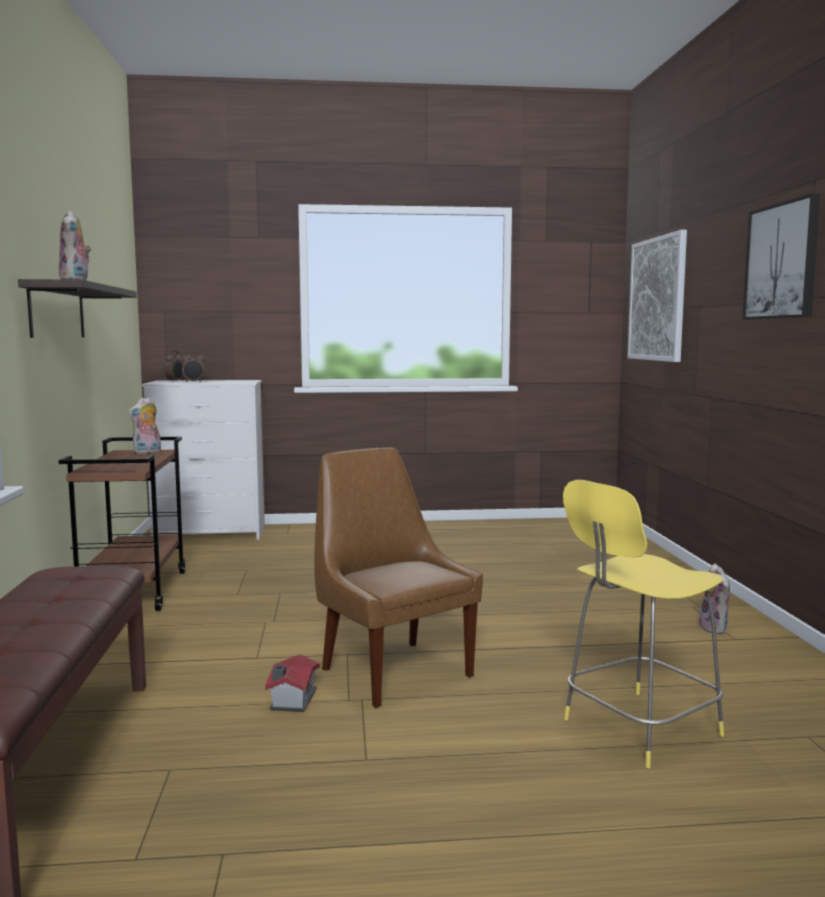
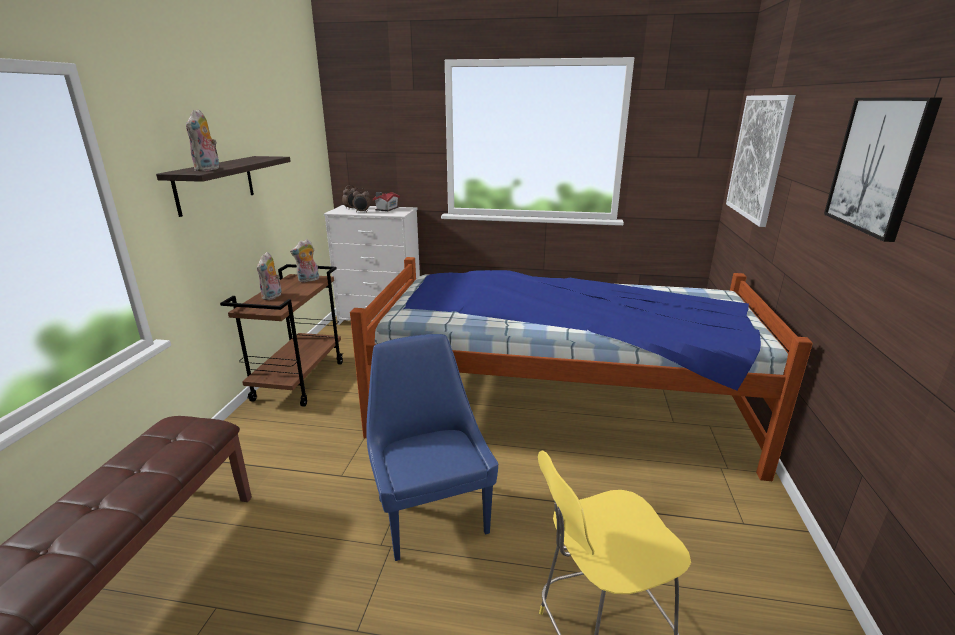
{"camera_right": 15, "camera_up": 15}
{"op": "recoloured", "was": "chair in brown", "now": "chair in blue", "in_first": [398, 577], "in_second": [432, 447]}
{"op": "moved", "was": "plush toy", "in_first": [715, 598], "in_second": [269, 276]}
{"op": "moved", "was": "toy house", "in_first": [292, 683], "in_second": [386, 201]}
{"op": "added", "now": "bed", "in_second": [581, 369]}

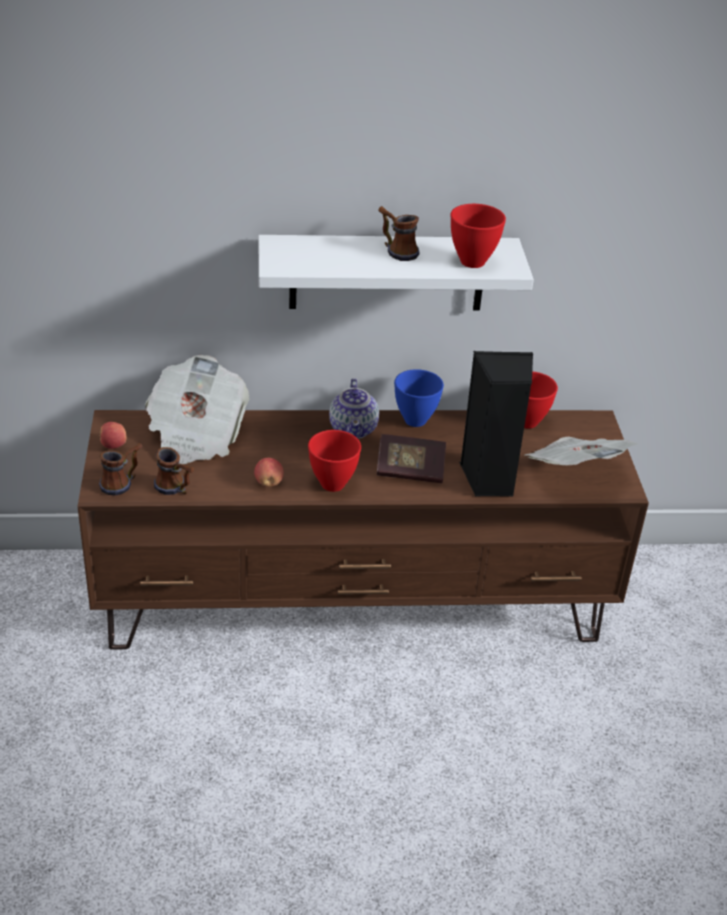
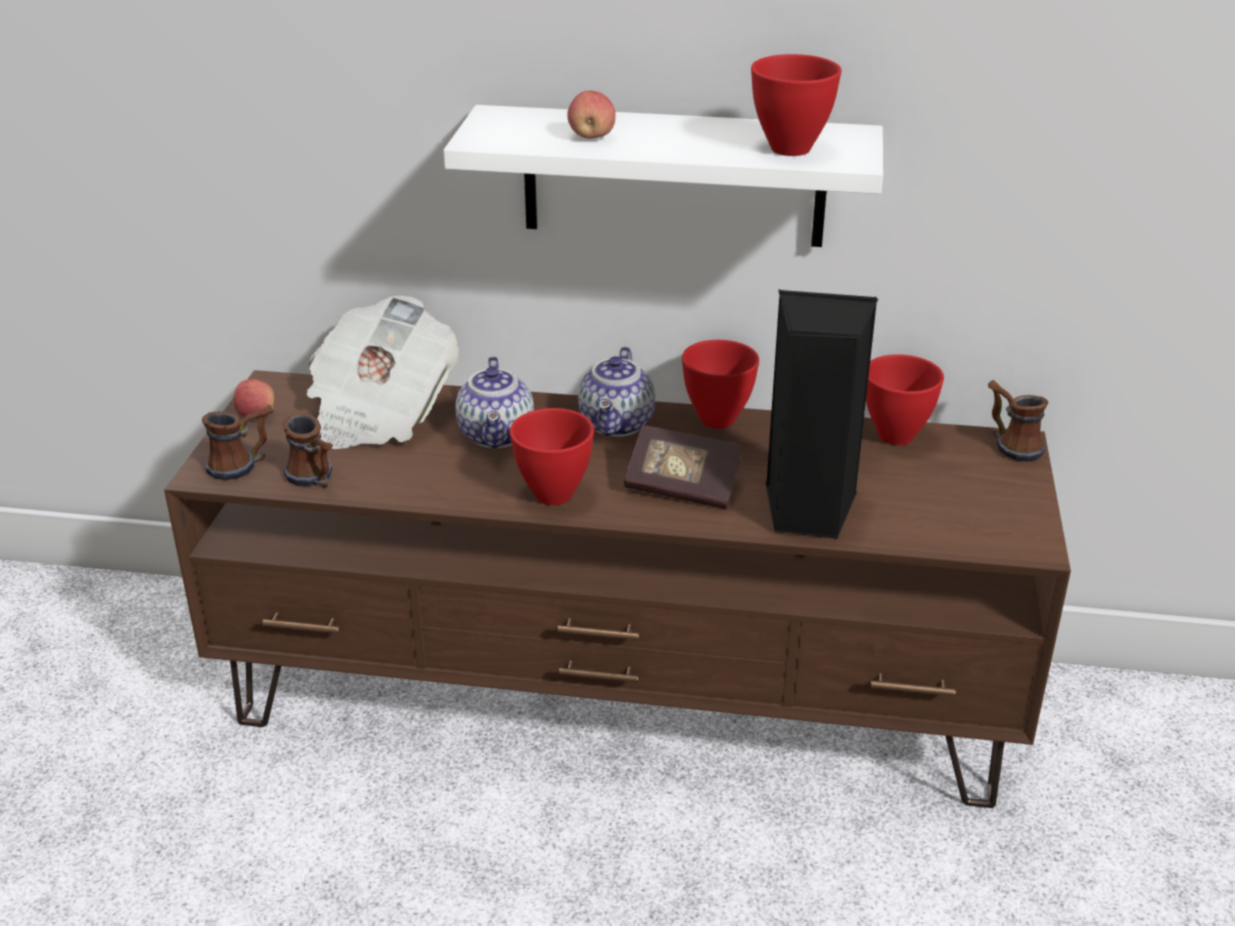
{"camera_right": 15, "camera_up": -5}
{"op": "moved", "was": "mug", "in_first": [399, 233], "in_second": [1018, 420]}
{"op": "recoloured", "was": "bowl in blue", "now": "bowl in red", "in_first": [419, 398], "in_second": [720, 384]}
{"op": "removed", "was": "newspaper", "in_first": [582, 450]}
{"op": "moved", "was": "apple", "in_first": [269, 472], "in_second": [591, 115]}
{"op": "added", "now": "teapot", "in_second": [495, 402]}

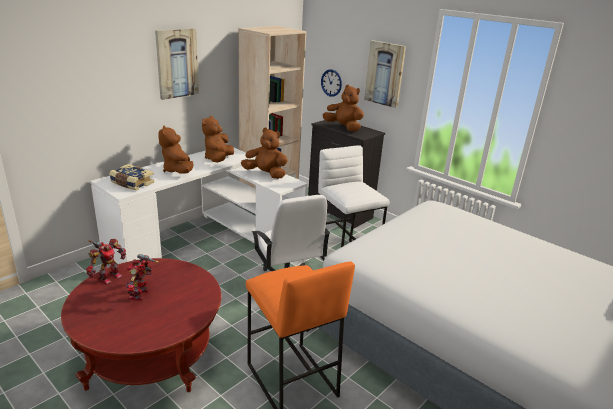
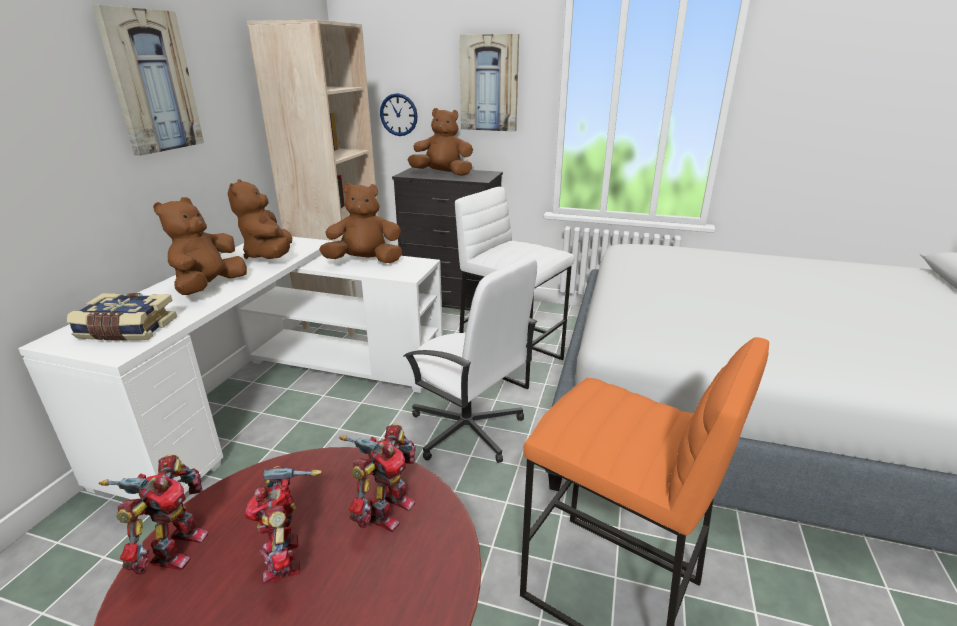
{"camera_right": -25, "camera_up": 0}
{"op": "turned", "was": "plush toy in brown", "in_first": [176, 149], "in_second": [200, 246], "clockwise": 60}
{"op": "added", "now": "toy robot", "in_second": [377, 478]}

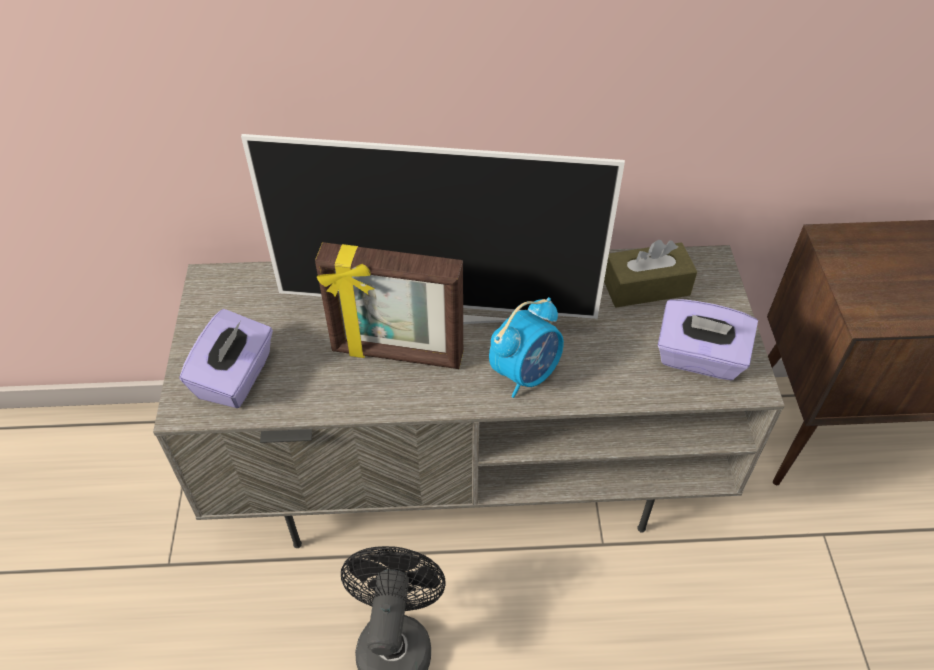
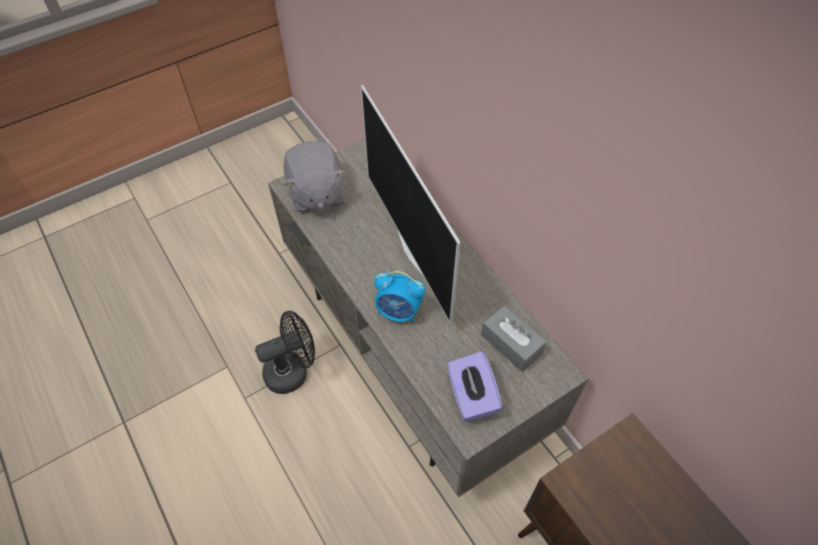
{"camera_right": 60, "camera_up": 5}
{"op": "recoloured", "was": "tissue box in brown", "now": "tissue box in grey", "in_first": [650, 273], "in_second": [513, 339]}
{"op": "removed", "was": "picture frame", "in_first": [389, 305]}
{"op": "replaced", "was": "tissue box in purple", "now": "plush toy in grey", "in_first": [226, 358], "in_second": [315, 177]}

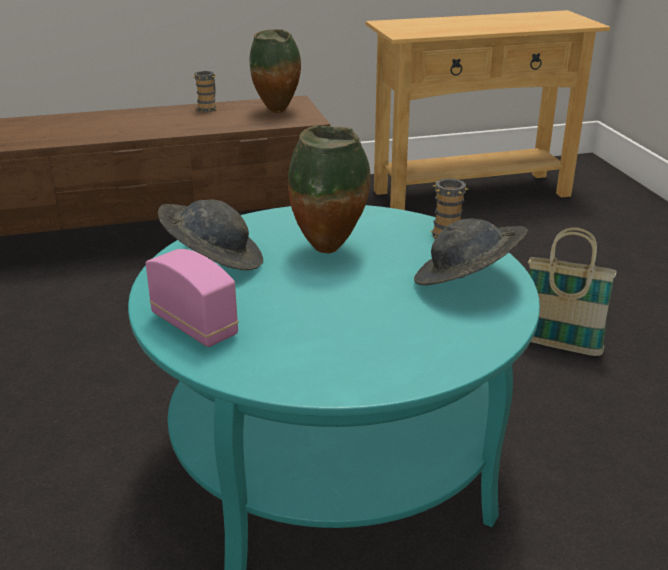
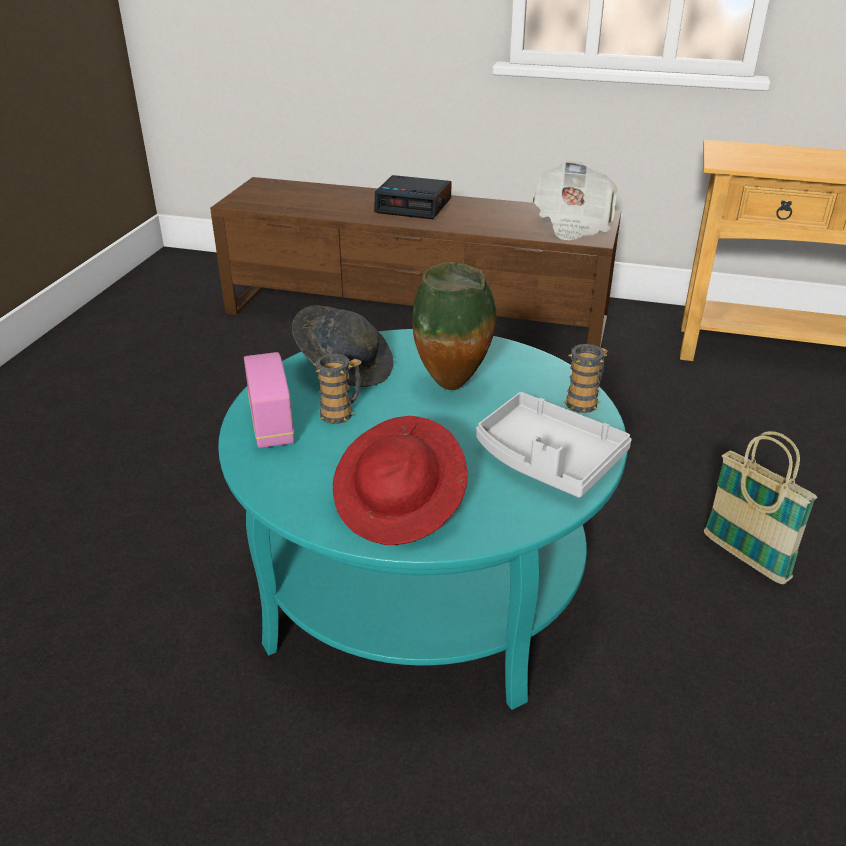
{"camera_right": 30, "camera_up": 5}
{"op": "replaced", "was": "vase", "now": "newspaper", "in_first": [275, 71], "in_second": [575, 200]}
{"op": "moved", "was": "mug", "in_first": [206, 91], "in_second": [337, 389]}
{"op": "replaced", "was": "hat in grey", "now": "tray in grey", "in_first": [471, 251], "in_second": [554, 445]}
{"op": "added", "now": "alarm clock", "in_second": [413, 197]}
{"op": "added", "now": "hat in red", "in_second": [400, 480]}

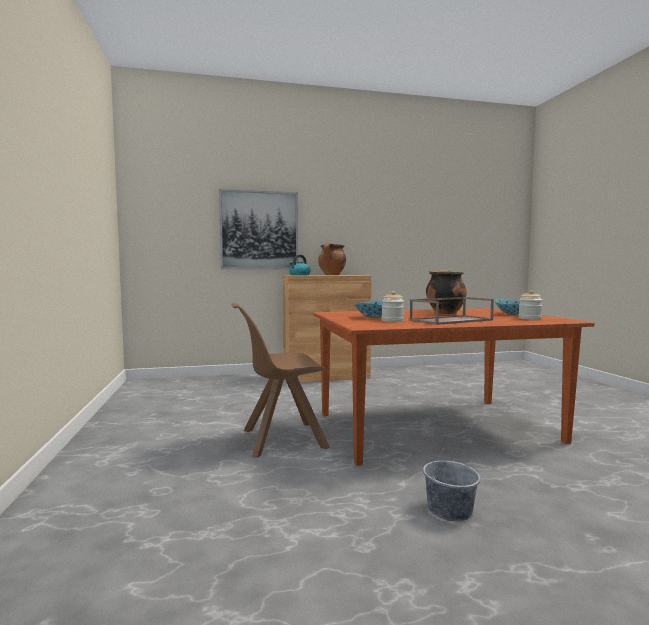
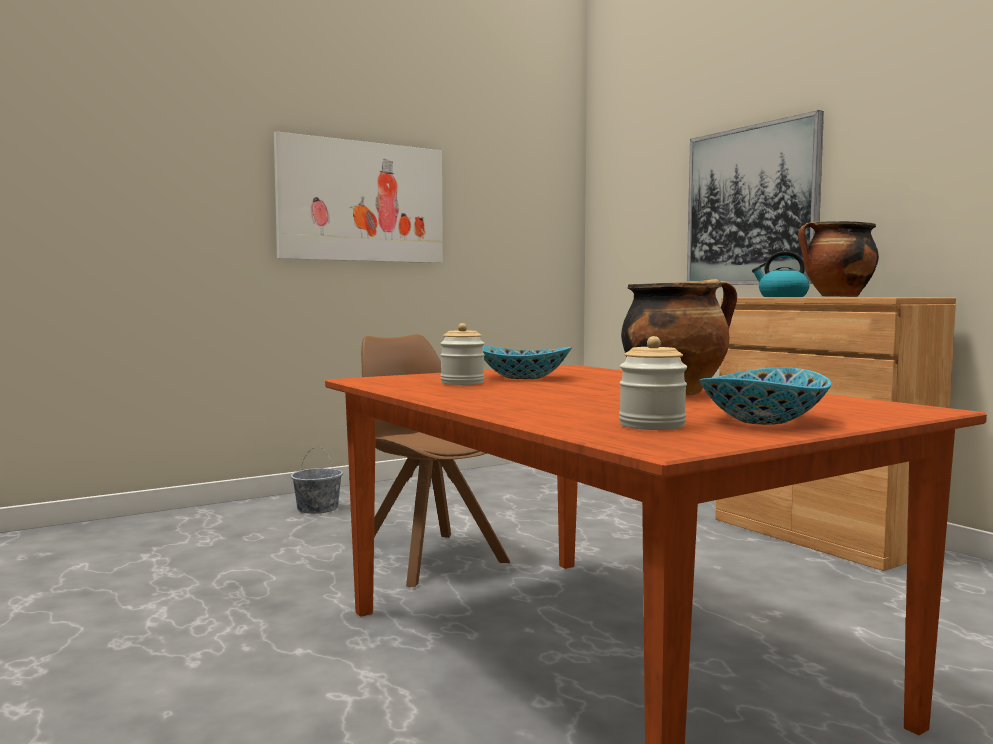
{"camera_right": 70, "camera_up": 0}
{"op": "removed", "was": "tray in brown", "in_first": [451, 311]}
{"op": "moved", "was": "bucket in grey", "in_first": [451, 482], "in_second": [317, 480]}
{"op": "added", "now": "picture", "in_second": [358, 197]}

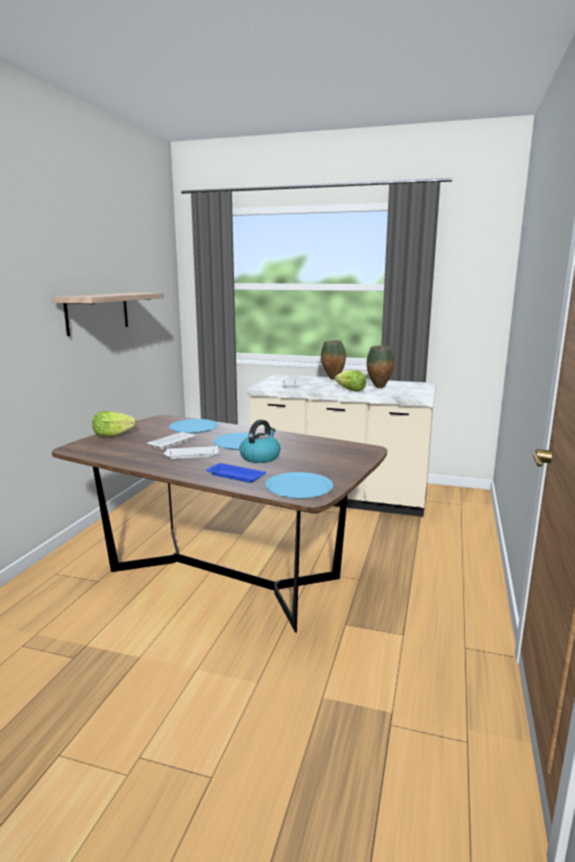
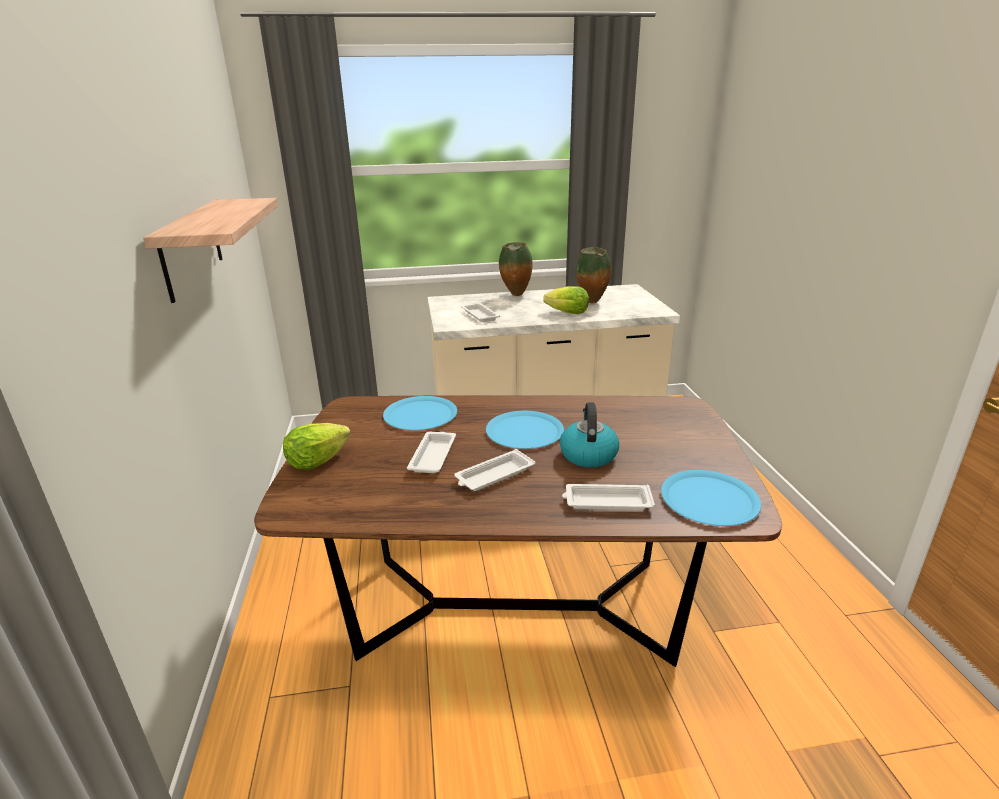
{"camera_right": -25, "camera_up": 10}
{"op": "recoloured", "was": "tray in blue", "now": "tray in white", "in_first": [236, 473], "in_second": [608, 497]}

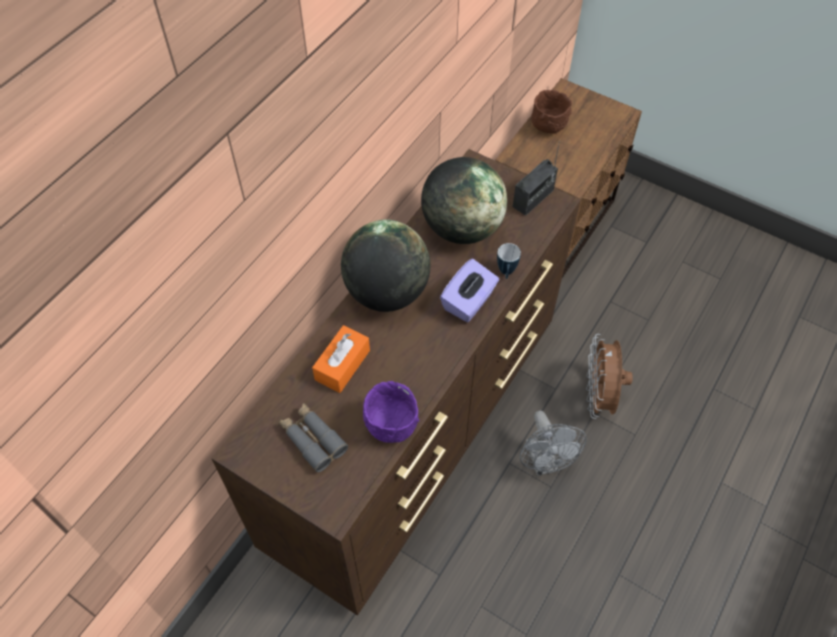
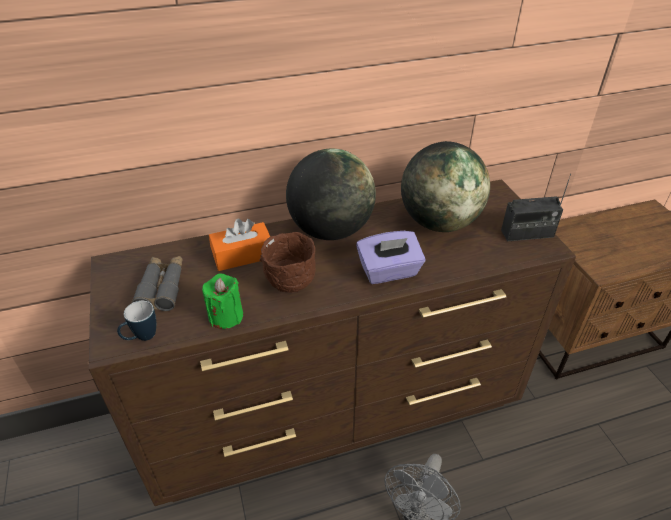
{"camera_right": 40, "camera_up": -15}
{"op": "moved", "was": "bowl in brown", "in_first": [551, 112], "in_second": [288, 262]}
{"op": "moved", "was": "mug", "in_first": [509, 261], "in_second": [136, 321]}
{"op": "removed", "was": "fan in brown", "in_first": [609, 376]}
{"op": "replaced", "was": "bowl in purple", "now": "candle in green", "in_first": [391, 412], "in_second": [222, 301]}

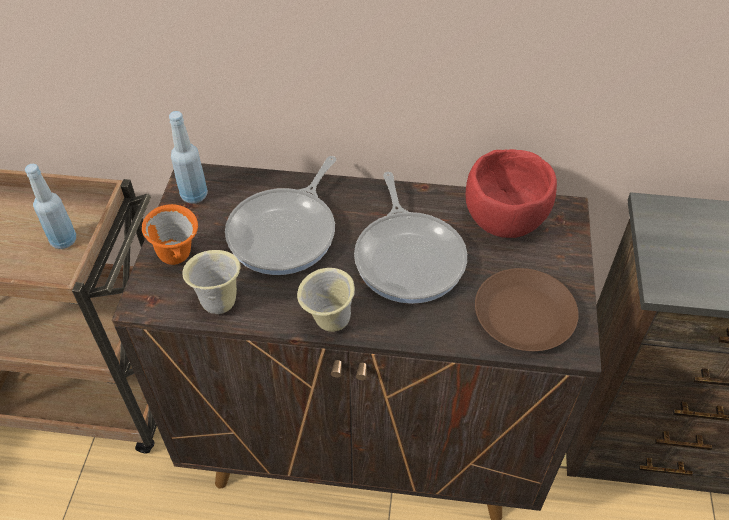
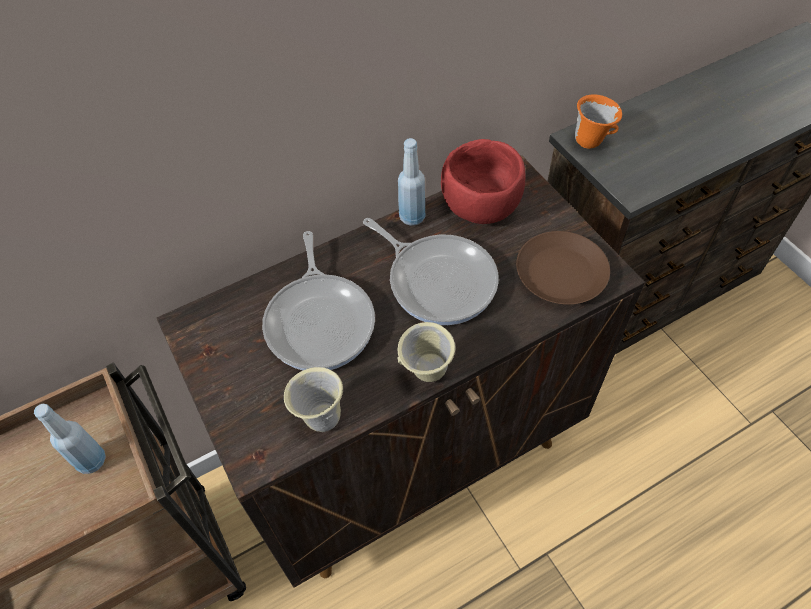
{"camera_right": -35, "camera_up": 5}
{"op": "moved", "was": "bottle in blue", "in_first": [188, 157], "in_second": [411, 182]}
{"op": "moved", "was": "mug in orange", "in_first": [170, 234], "in_second": [598, 121]}

